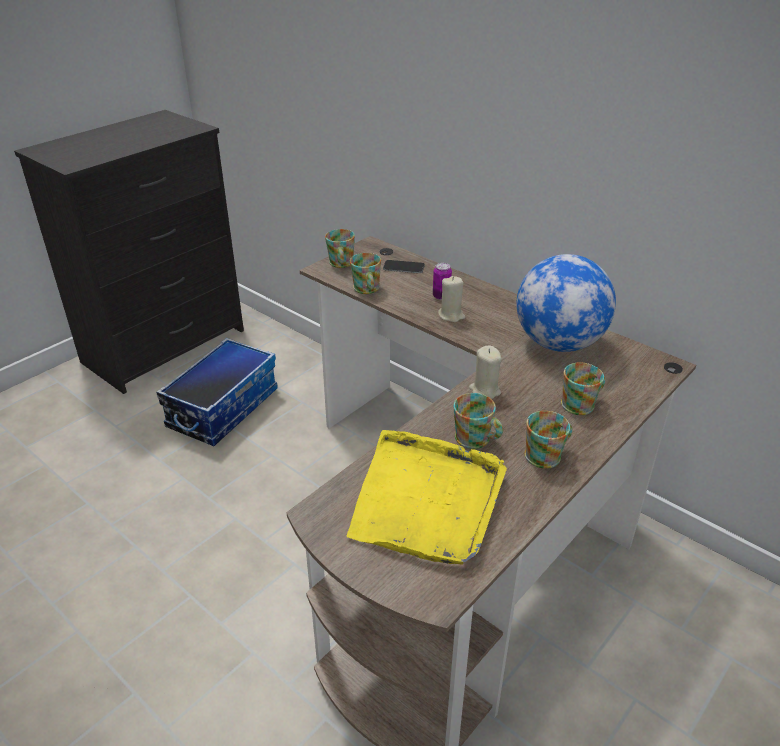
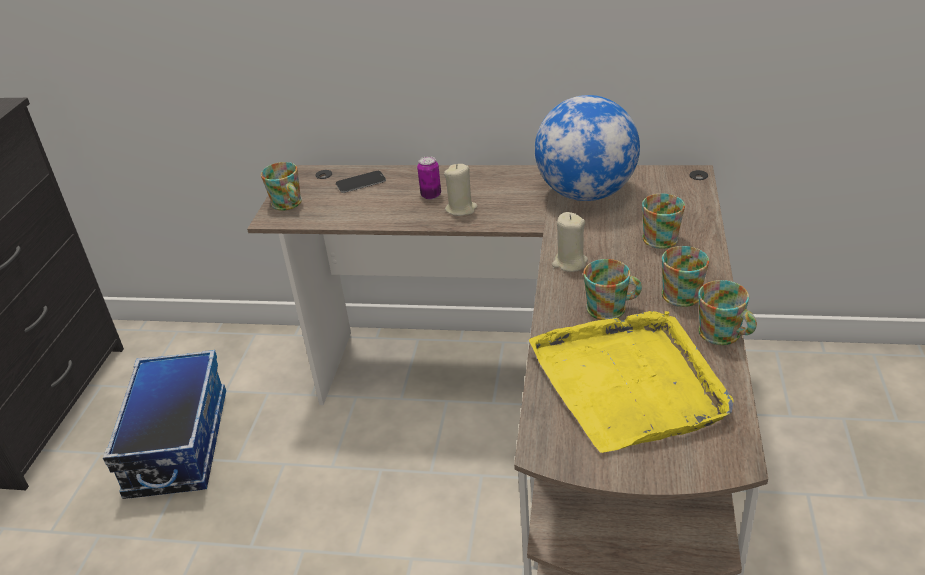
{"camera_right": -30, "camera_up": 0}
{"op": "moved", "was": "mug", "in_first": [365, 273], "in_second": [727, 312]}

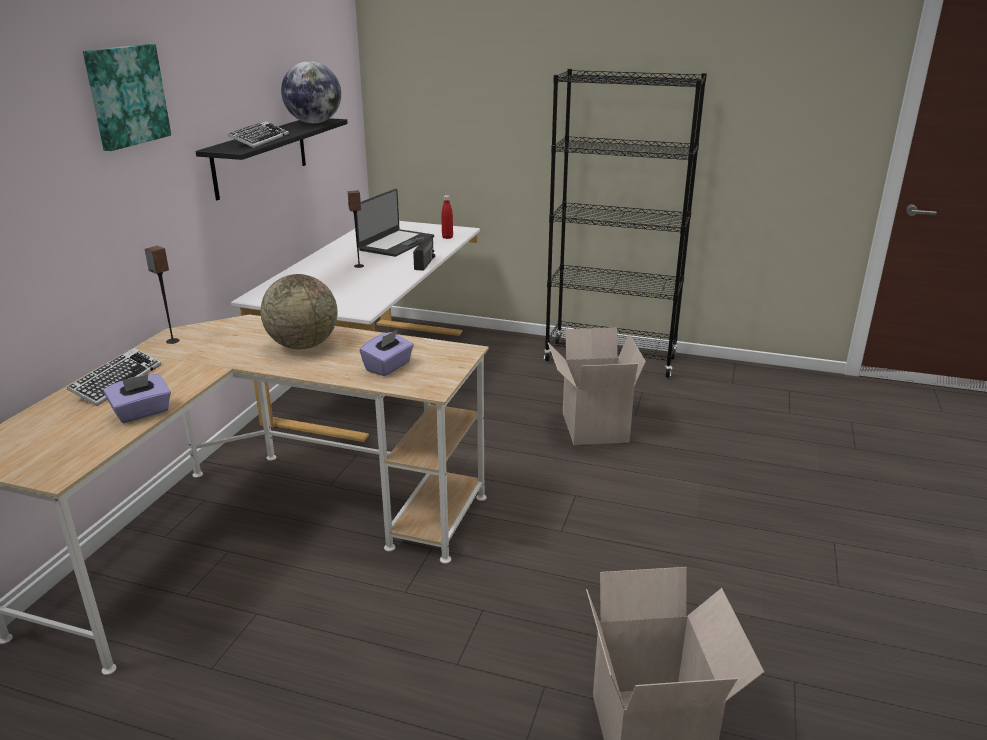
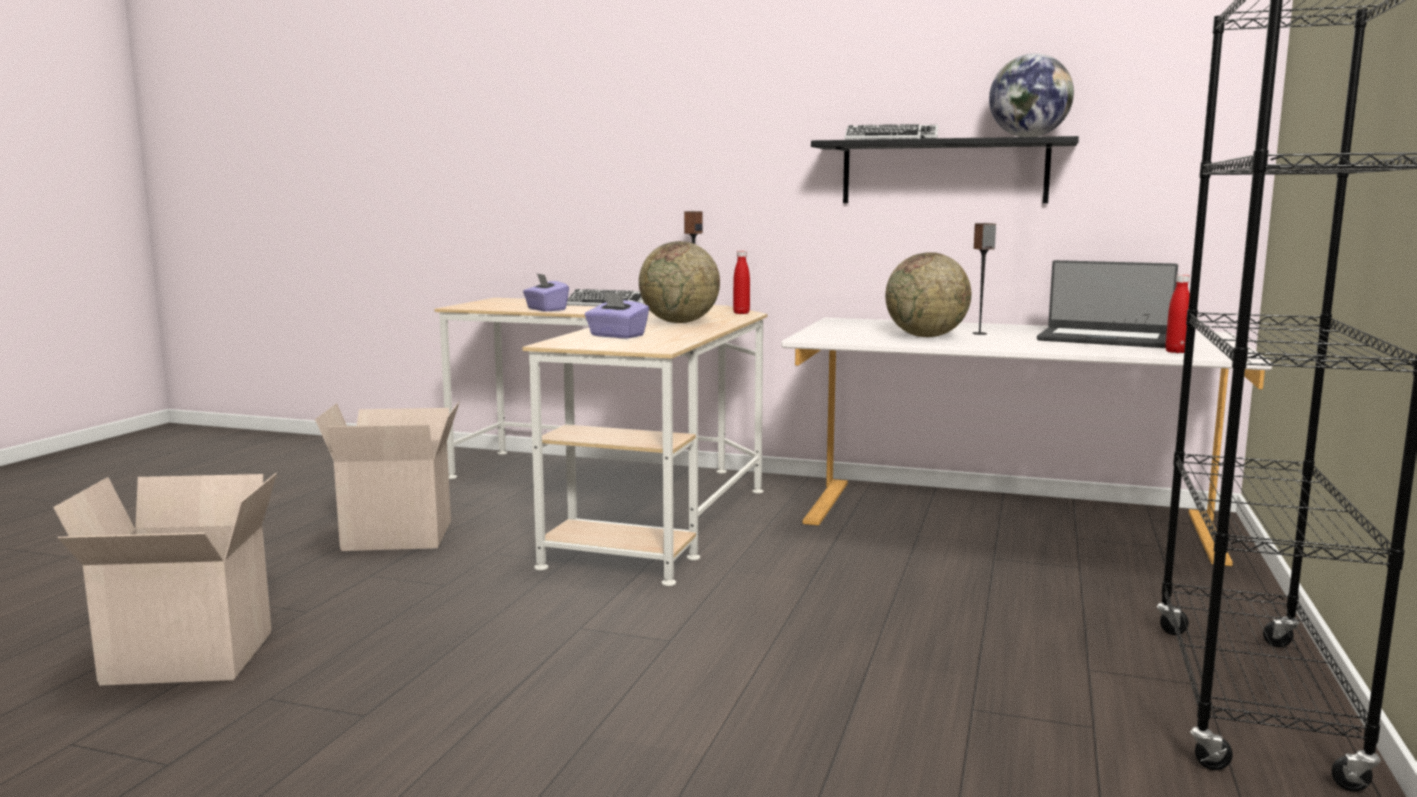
{"camera_right": 90, "camera_up": -15}
{"op": "removed", "was": "picture", "in_first": [127, 97]}
{"op": "removed", "was": "radio", "in_first": [421, 254]}
{"op": "moved", "was": "cardboard box", "in_first": [597, 386], "in_second": [387, 476]}
{"op": "added", "now": "bottle in red", "in_second": [741, 282]}
{"op": "added", "now": "globe", "in_second": [928, 294]}

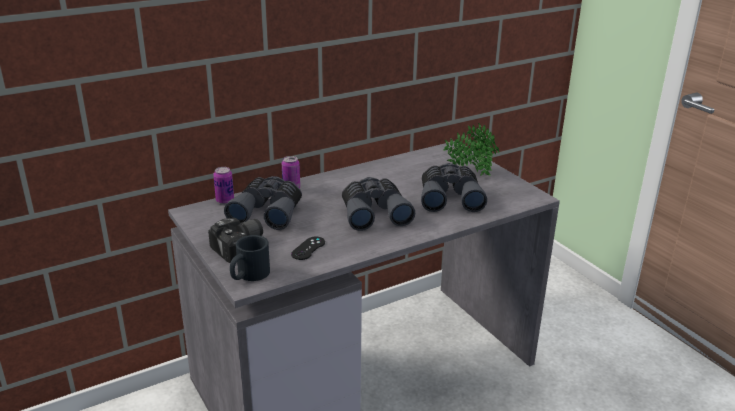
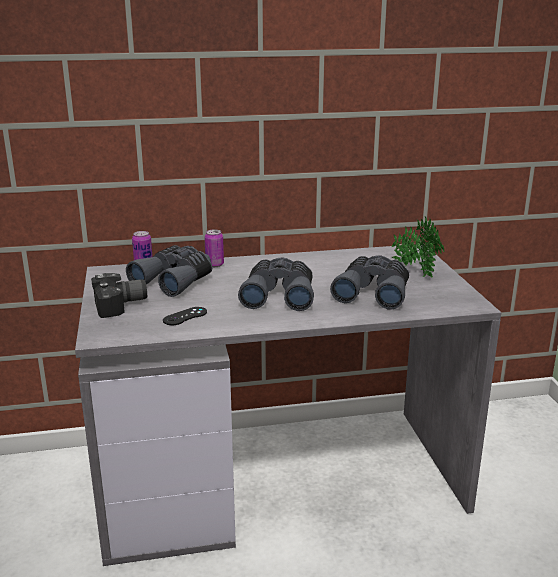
{"camera_right": 20, "camera_up": -5}
{"op": "removed", "was": "mug in black", "in_first": [250, 258]}

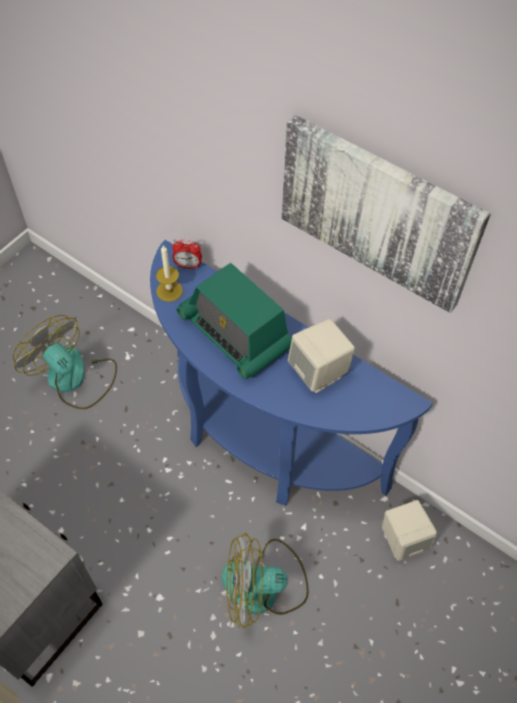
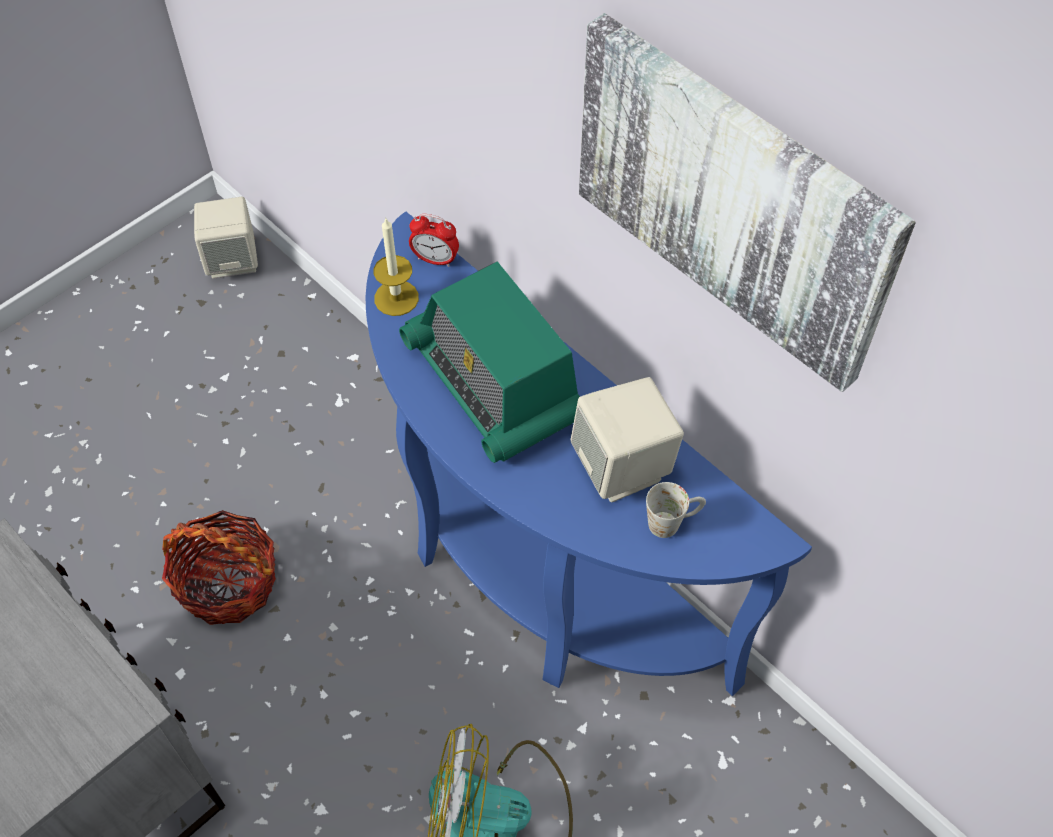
{"camera_right": 10, "camera_up": 0}
{"op": "removed", "was": "fan", "in_first": [65, 362]}
{"op": "moved", "was": "speaker in beige", "in_first": [409, 530], "in_second": [226, 238]}
{"op": "added", "now": "mug in white", "in_second": [676, 510]}
{"op": "added", "now": "basket", "in_second": [219, 567]}

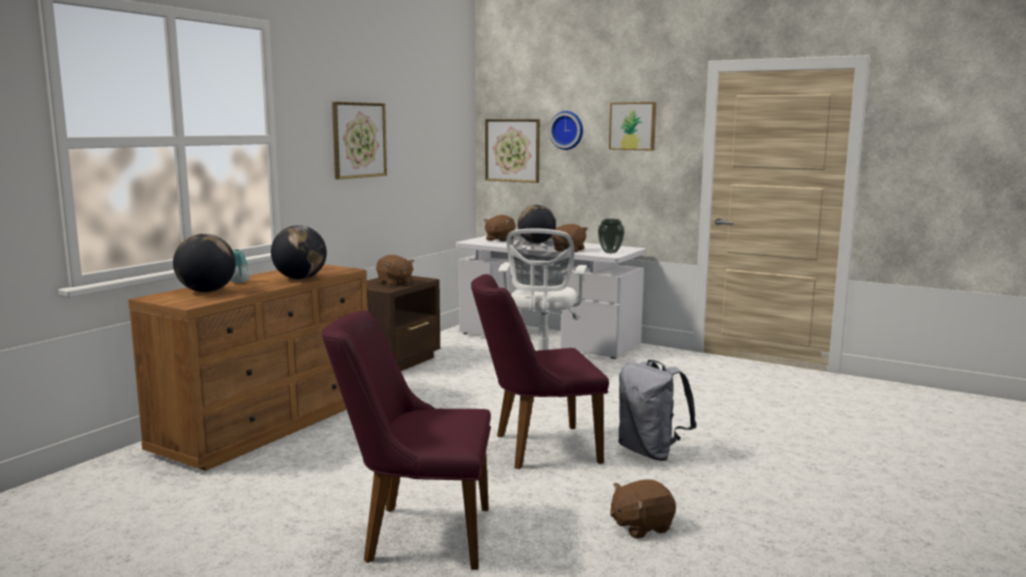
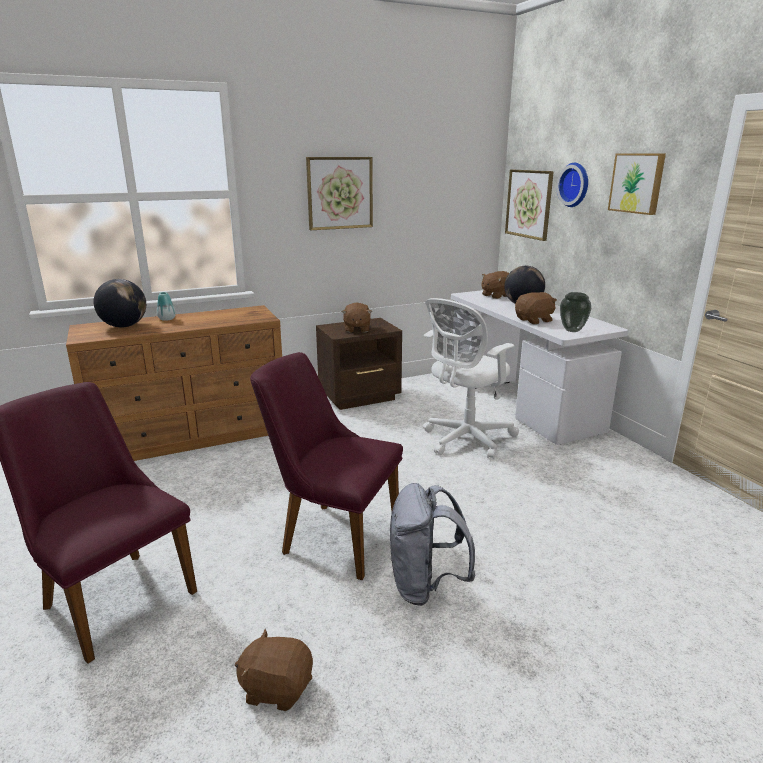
{"camera_right": 35, "camera_up": 10}
{"op": "removed", "was": "globe", "in_first": [299, 252]}

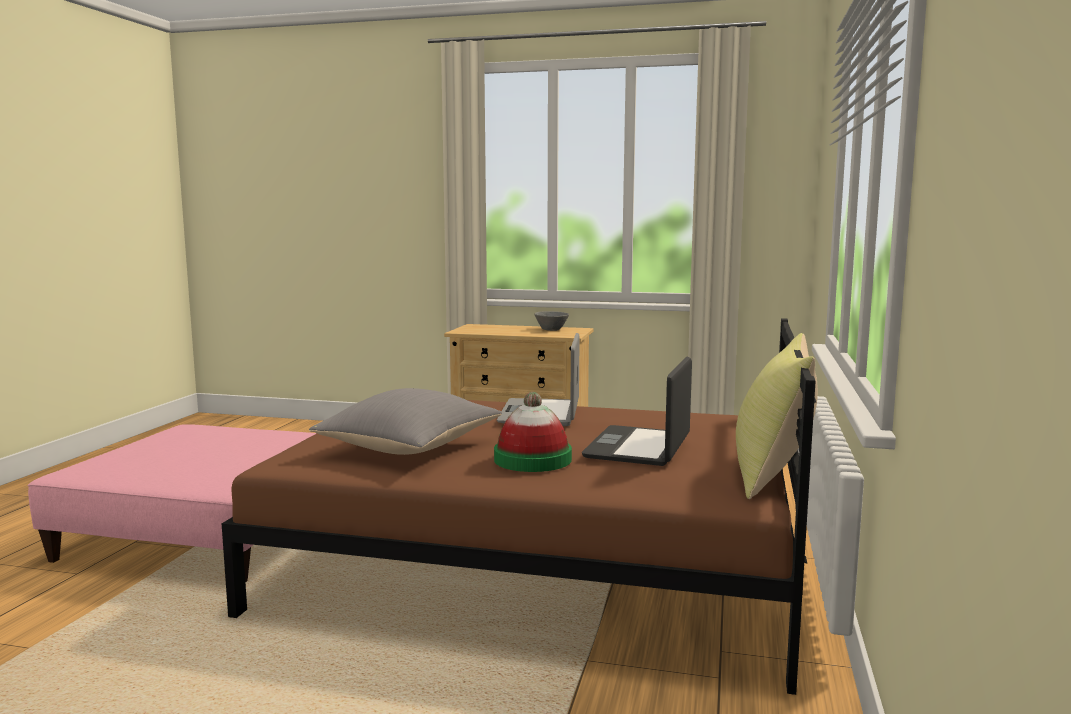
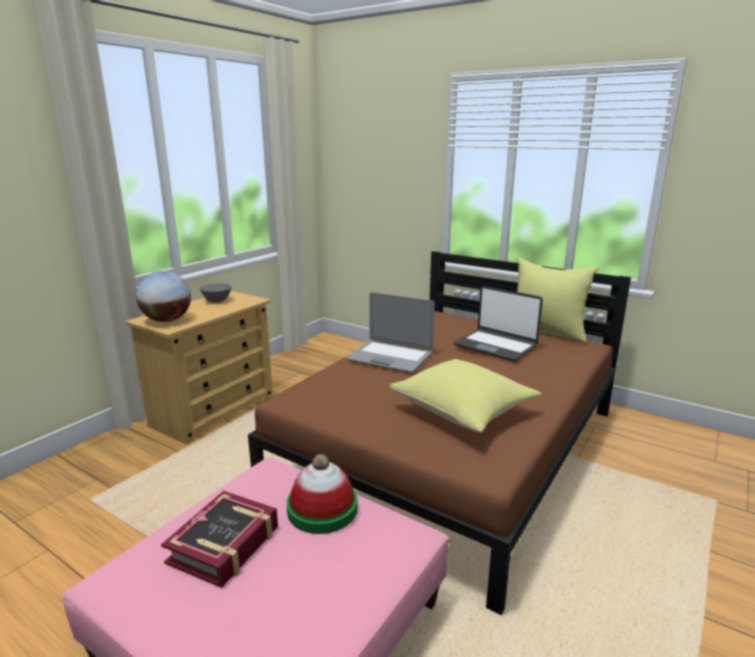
{"camera_right": -70, "camera_up": 10}
{"op": "recoloured", "was": "pillow in grey", "now": "pillow in yellow", "in_first": [405, 421], "in_second": [466, 395]}
{"op": "moved", "was": "hat", "in_first": [533, 432], "in_second": [322, 494]}
{"op": "added", "now": "globe", "in_second": [163, 296]}
{"op": "added", "now": "book", "in_second": [219, 539]}

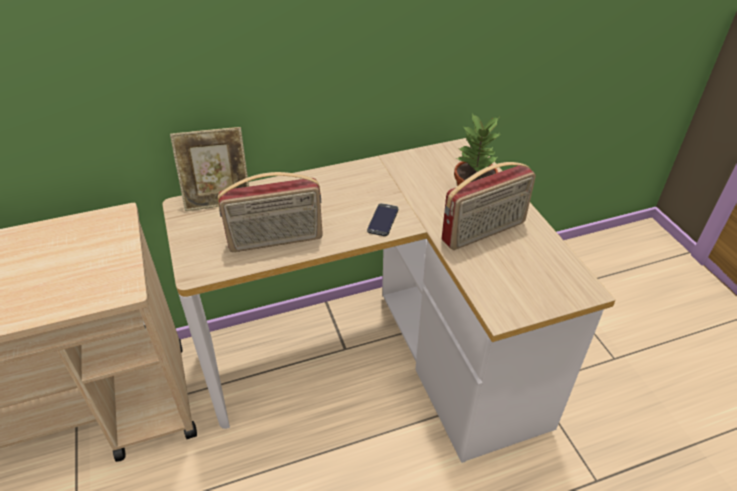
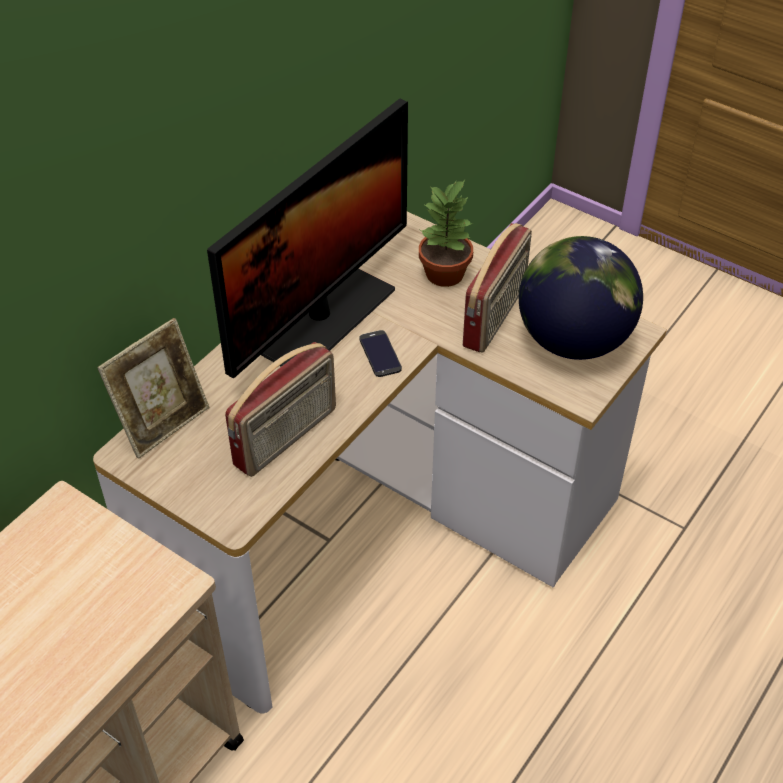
{"camera_right": -35, "camera_up": 5}
{"op": "added", "now": "monitor", "in_second": [307, 238]}
{"op": "added", "now": "globe", "in_second": [581, 298]}

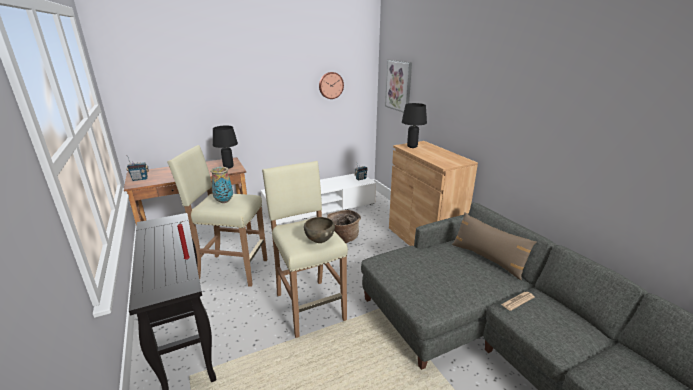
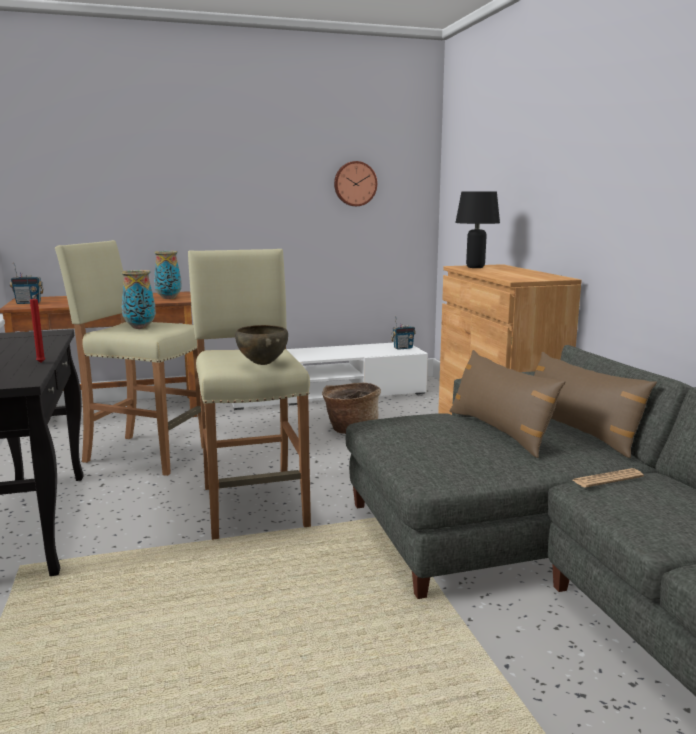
{"camera_right": 10, "camera_up": -10}
{"op": "removed", "was": "picture", "in_first": [398, 86]}
{"op": "replaced", "was": "table lamp in black", "now": "vase", "in_first": [225, 147], "in_second": [168, 275]}
{"op": "added", "now": "pillow in brown", "in_second": [507, 404]}

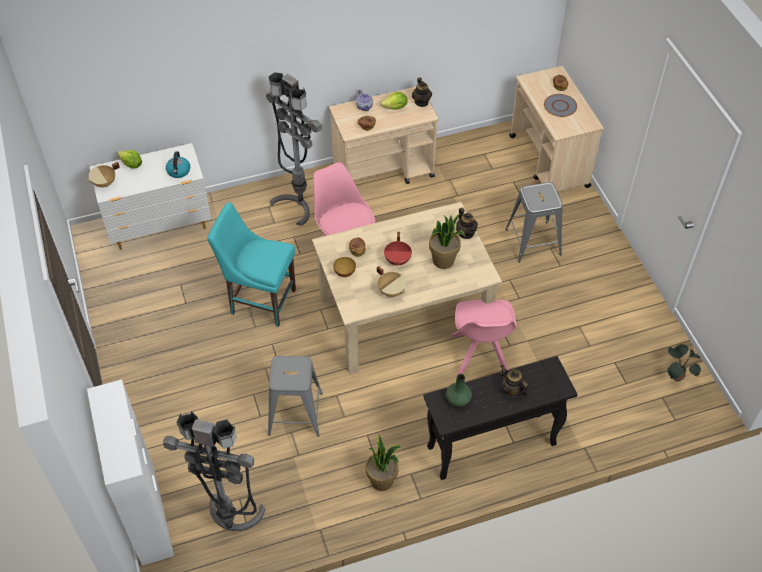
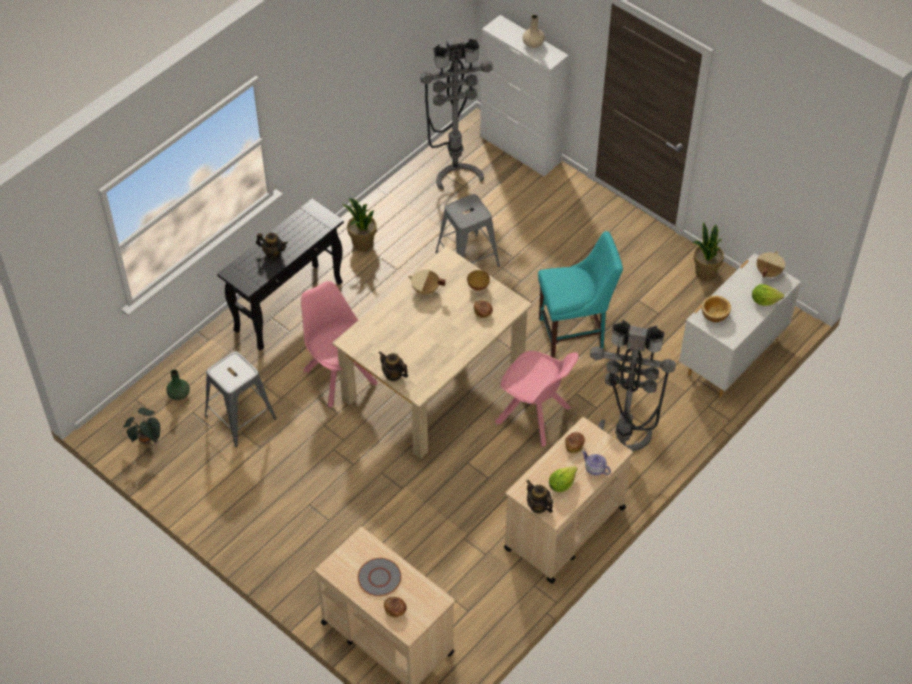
{"camera_right": 150, "camera_up": 0}
{"op": "replaced", "was": "kettle", "now": "bowl", "in_first": [178, 164], "in_second": [716, 309]}
{"op": "moved", "was": "stool in grey", "in_first": [534, 222], "in_second": [240, 399]}
{"op": "moved", "was": "potted plant", "in_first": [447, 241], "in_second": [708, 251]}
{"op": "removed", "was": "cooking pot in red", "in_first": [398, 249]}
{"op": "moved", "was": "vase in green", "in_first": [459, 390], "in_second": [178, 384]}
{"op": "added", "now": "vase in beige", "in_second": [534, 31]}

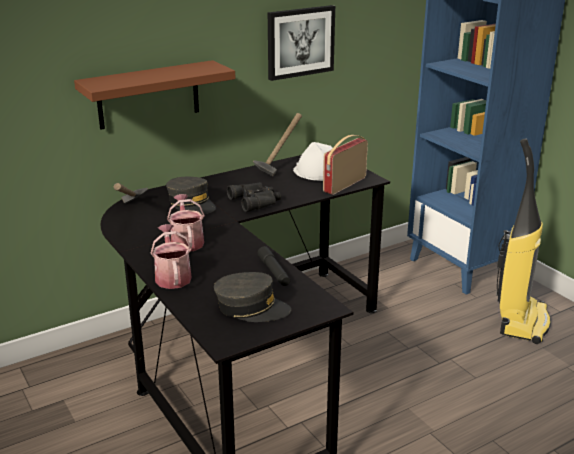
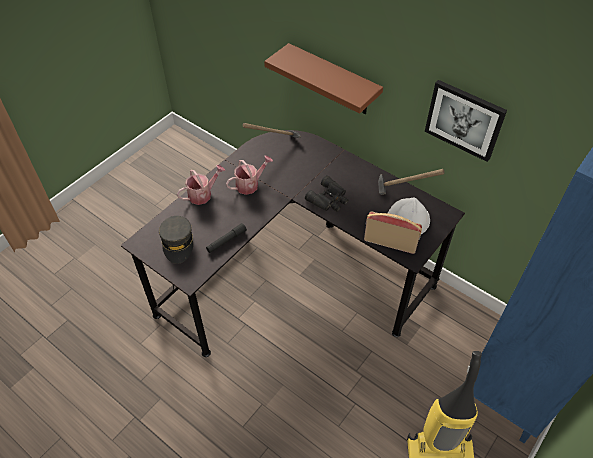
{"camera_right": 70, "camera_up": 25}
{"op": "removed", "was": "cap in grey", "in_first": [191, 195]}

